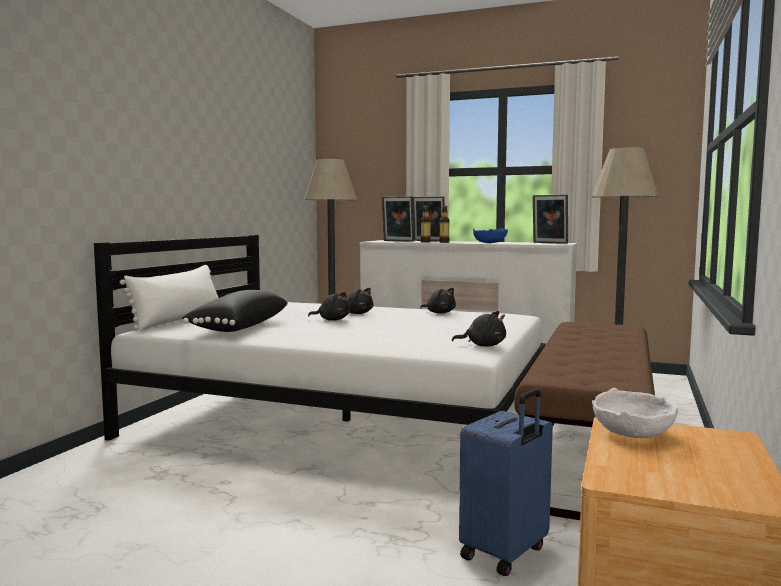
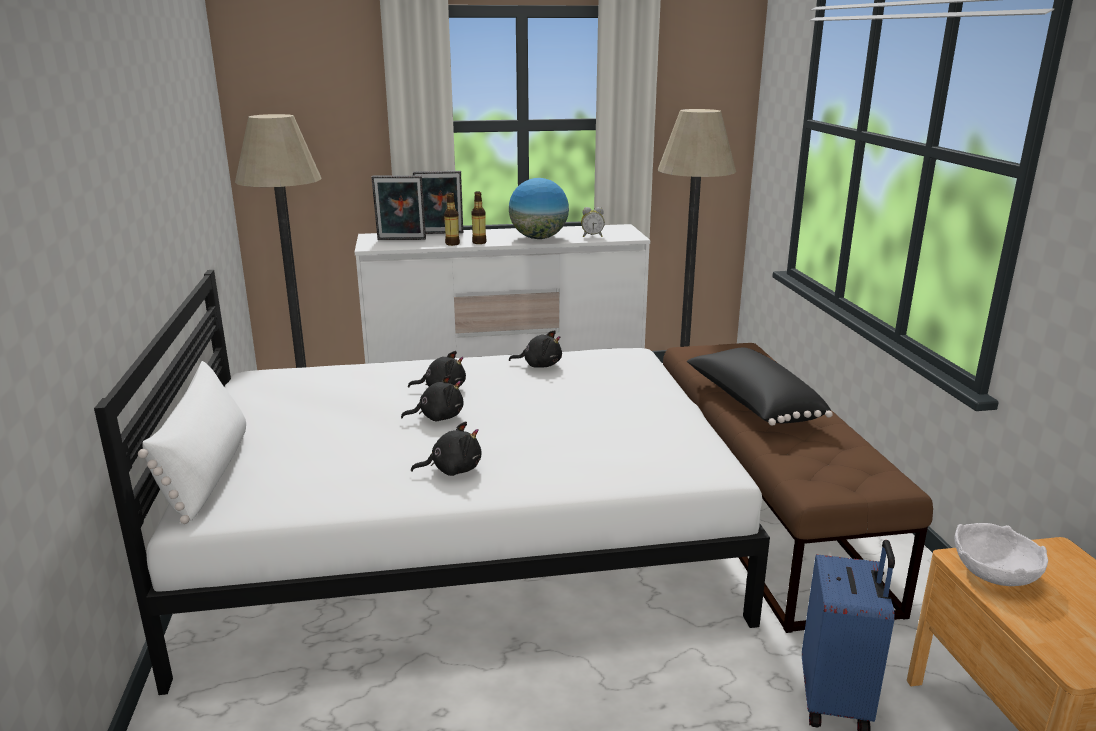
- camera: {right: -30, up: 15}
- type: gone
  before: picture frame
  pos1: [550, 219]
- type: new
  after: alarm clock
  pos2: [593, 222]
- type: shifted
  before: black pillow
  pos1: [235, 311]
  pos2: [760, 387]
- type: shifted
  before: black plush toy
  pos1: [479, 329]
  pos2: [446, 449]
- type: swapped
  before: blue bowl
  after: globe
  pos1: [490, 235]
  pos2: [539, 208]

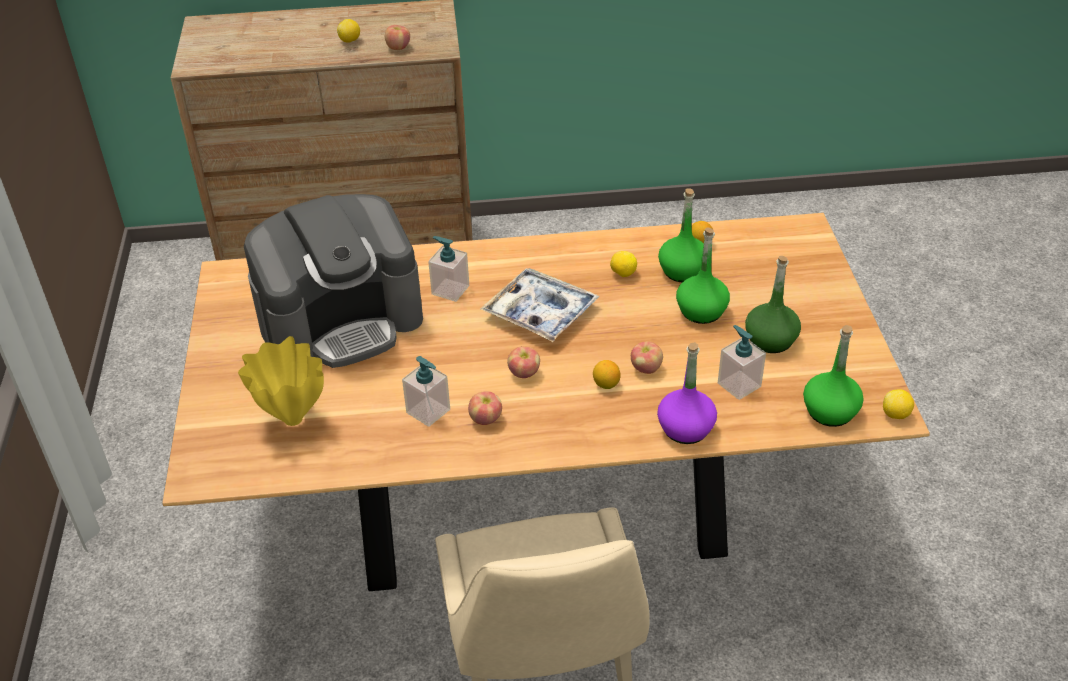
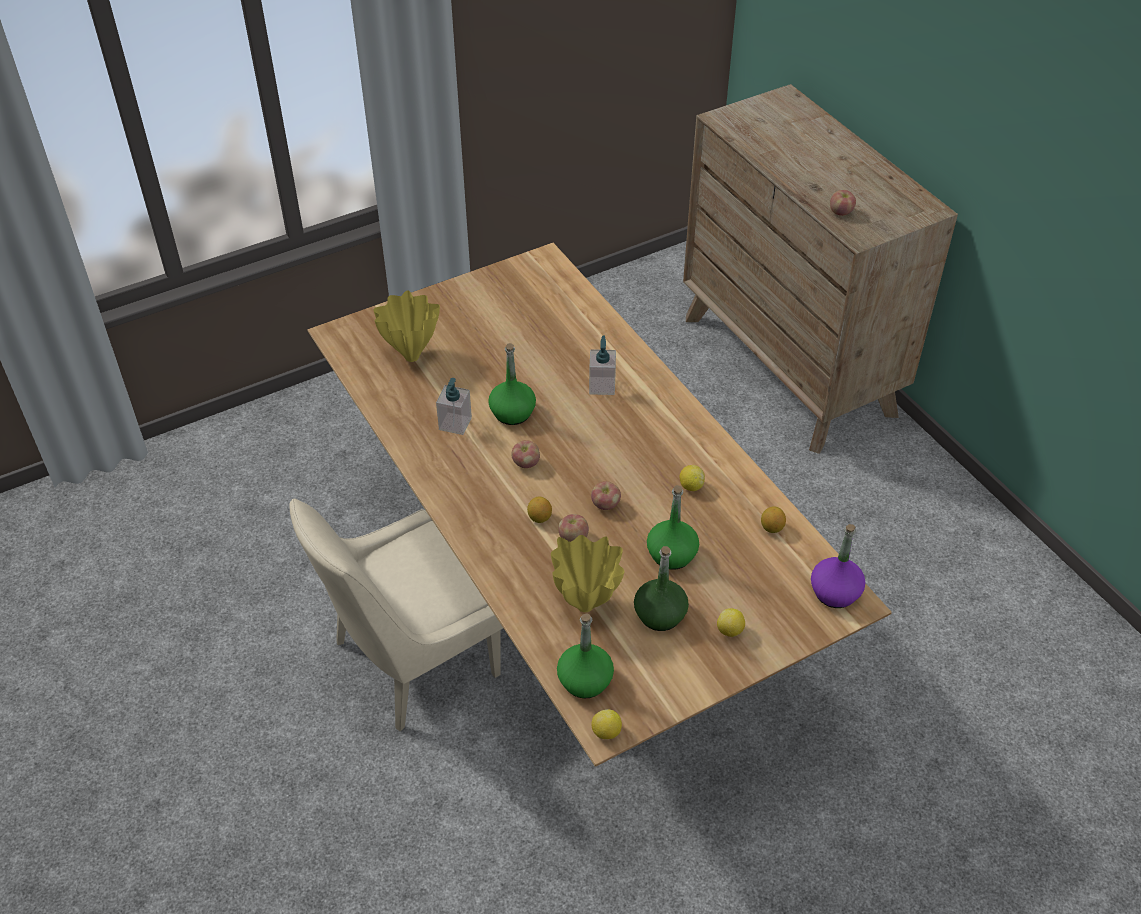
- camera: {right: 65, up: 5}
- type: gone
  before: coffee machine
  pos1: [333, 281]
- type: gone
  before: tray
  pos1: [540, 305]
- type: shifted
  before: lemon
  pos1: [348, 31]
  pos2: [731, 622]
- type: shifted
  before: apple
  pos1: [485, 408]
  pos2: [606, 495]
- type: shifted
  before: purple bottle
  pos1: [687, 393]
  pos2: [838, 566]
- type: shifted
  before: green bottle
  pos1: [681, 235]
  pos2: [512, 384]
- type: swapped
  before: soap dispenser
  after: yellow vase
  pos1: [742, 362]
  pos2: [587, 573]

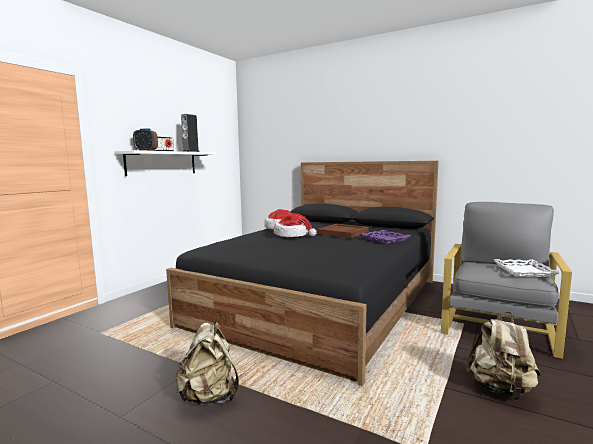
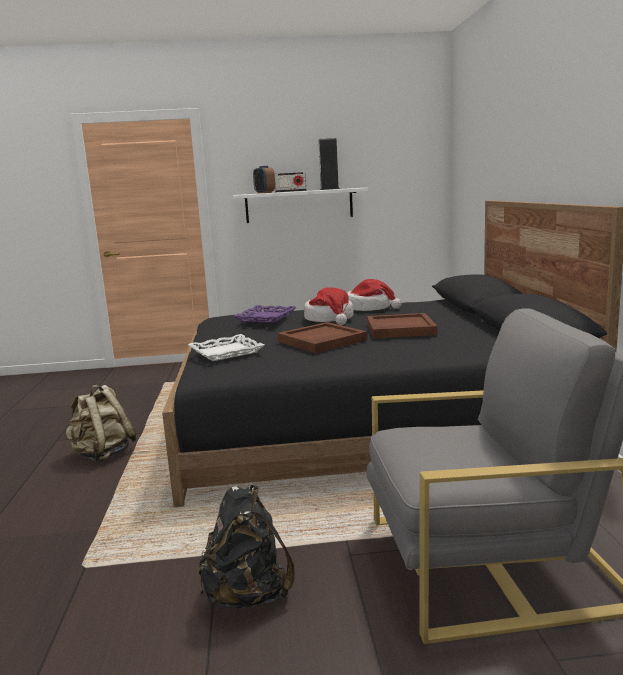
- camera: {right: 55, up: 5}
- type: new
  after: brown tray
  pos2: [322, 337]
- type: shifted
  before: purple tray
  pos1: [385, 237]
  pos2: [265, 314]
- type: shifted
  before: white tray
  pos1: [527, 268]
  pos2: [226, 347]
- type: repainted
  before: beige backpack
  after: black backpack
  pos1: [503, 356]
  pos2: [247, 547]

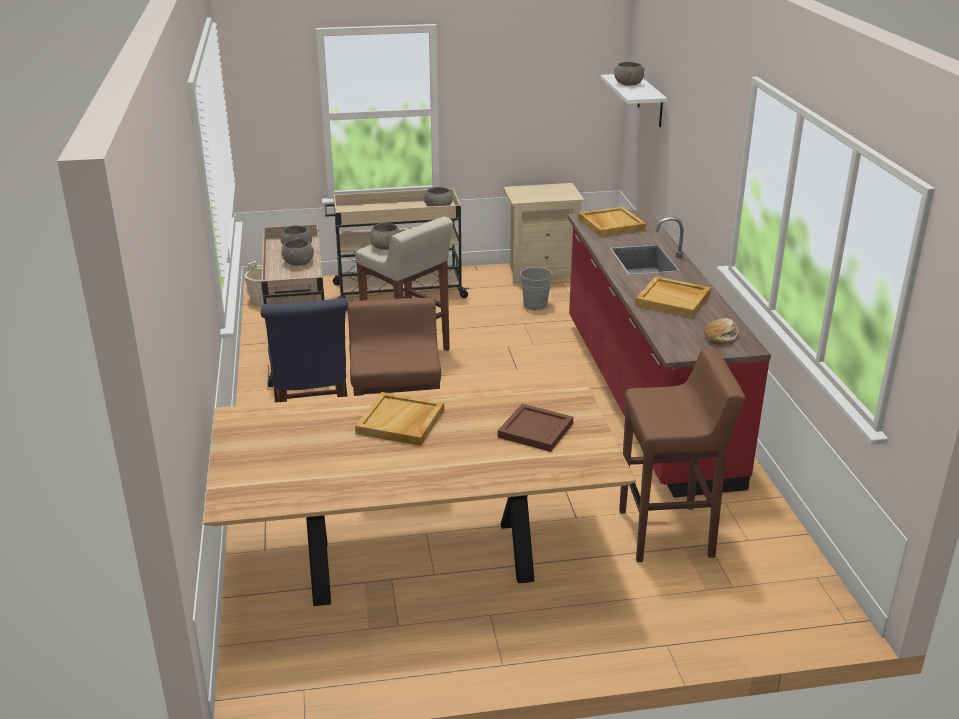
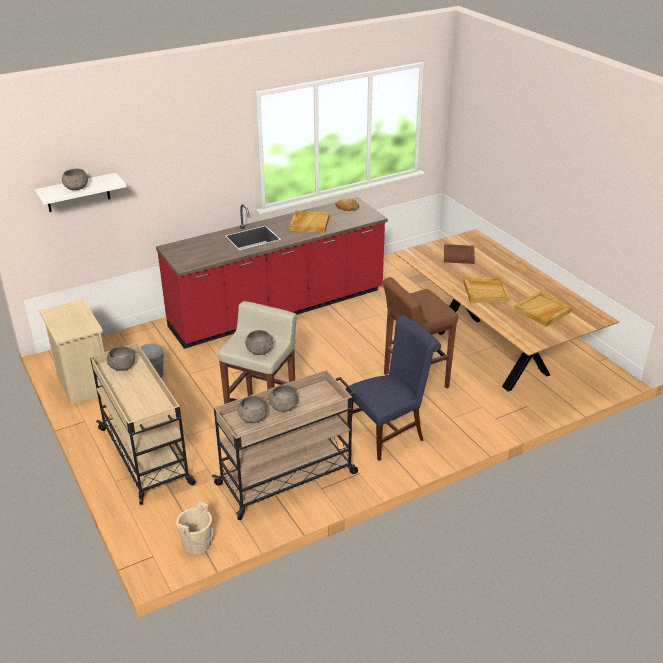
- camera: {right: -110, up: 5}
- type: gone
  before: brown stool
  pos1: [682, 455]
- type: shifted
  before: beige tray
  pos1: [612, 222]
  pos2: [543, 308]

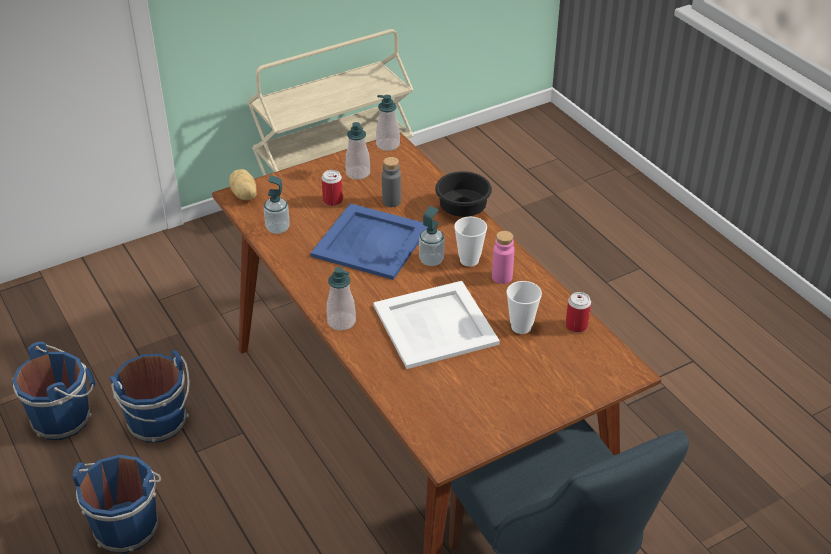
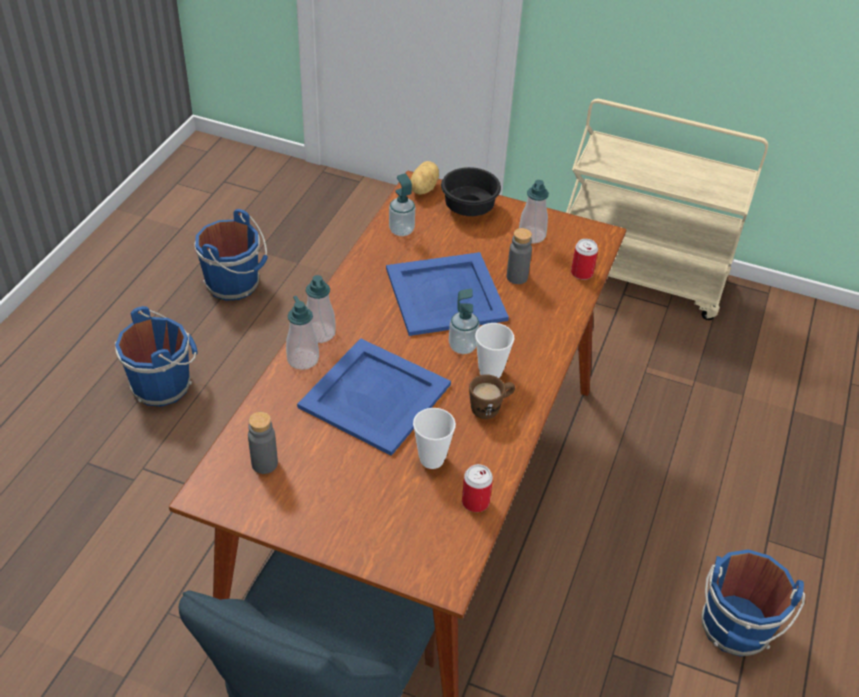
- camera: {right: 50, up: 5}
- type: new
  after: grey bottle
  pos2: [263, 443]
- type: shifted
  before: blue bucket
  pos1: [149, 396]
  pos2: [753, 603]
- type: shifted
  before: can
  pos1: [332, 188]
  pos2: [584, 259]
- type: shifted
  before: soap dispenser
  pos1: [388, 123]
  pos2: [302, 333]
- type: shifted
  before: black bowl
  pos1: [463, 194]
  pos2: [471, 191]
- type: swapped
  before: pink bottle
  after: brown mug
  pos1: [503, 257]
  pos2: [492, 396]
- type: repainted
  before: white tray
  after: blue tray
  pos1: [436, 325]
  pos2: [374, 397]

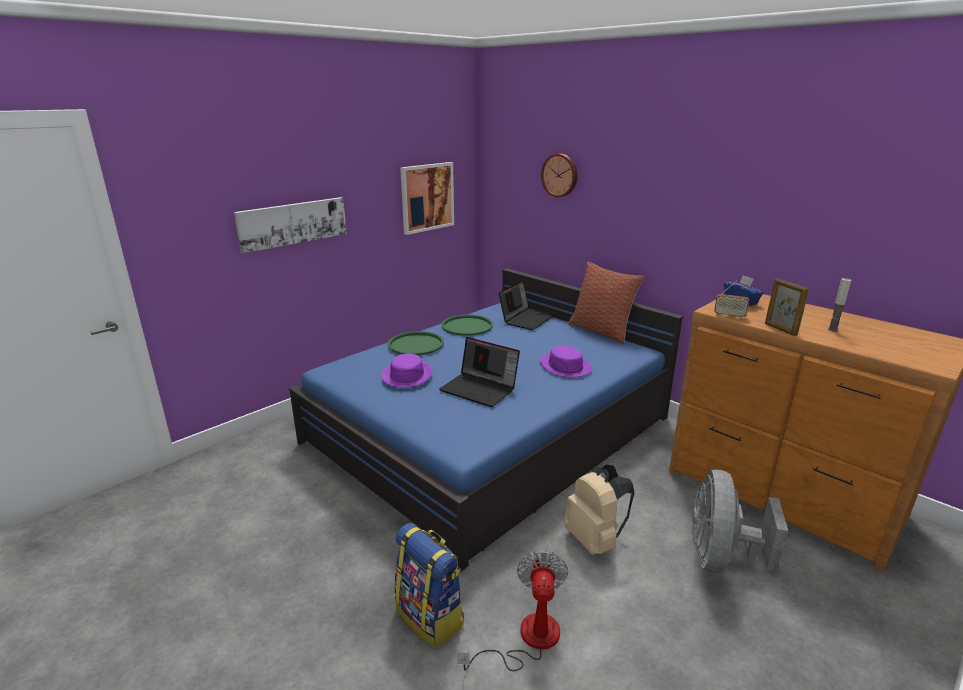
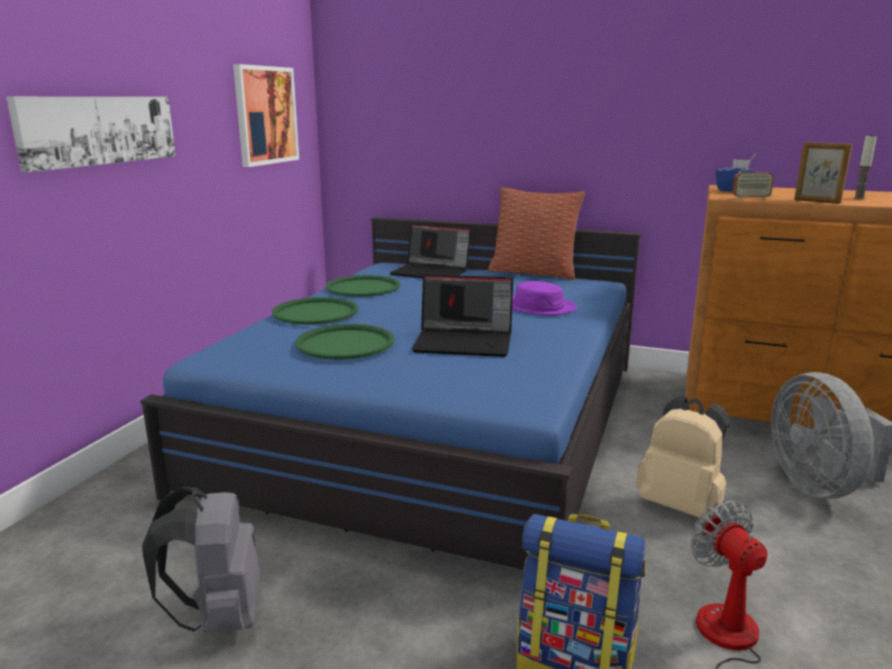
- camera: {right: -25, up: -5}
- type: gone
  before: wall clock
  pos1: [559, 175]
- type: new
  after: grey backpack
  pos2: [201, 560]
- type: swapped
  before: purple hat
  after: green tray
  pos1: [407, 371]
  pos2: [345, 342]
- type: rotated
  before: laptop
  pos1: [527, 305]
  pos2: [430, 251]
  turn: 105

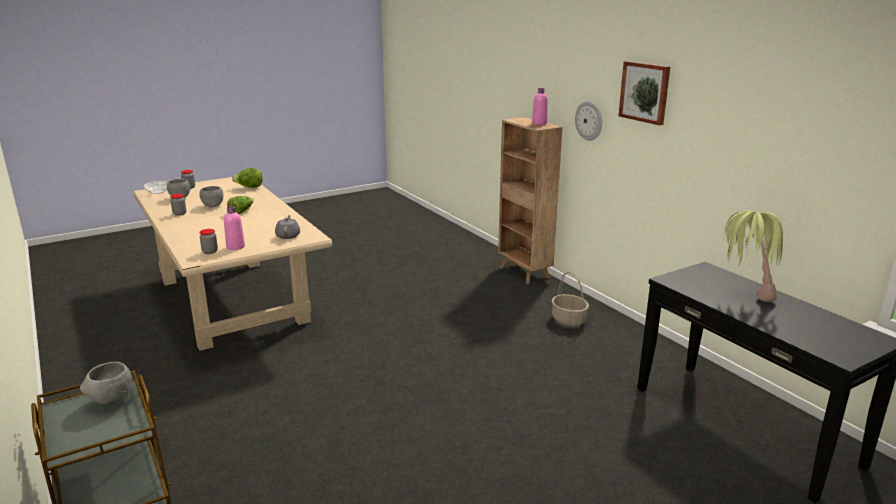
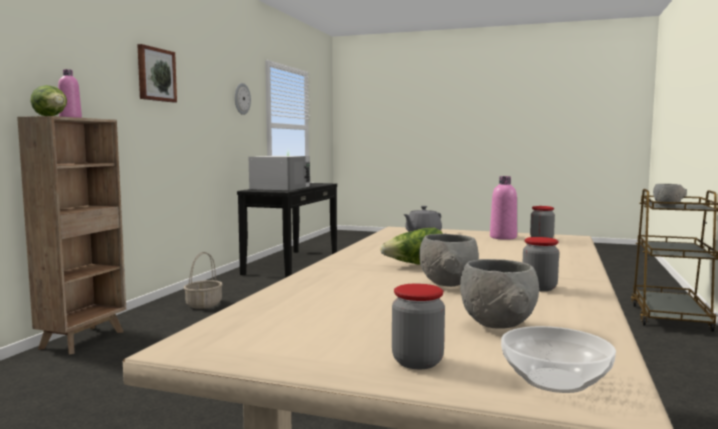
- camera: {right: -130, up: -15}
- type: shifted
  before: lettuce
  pos1: [247, 178]
  pos2: [48, 100]
- type: shifted
  before: wall clock
  pos1: [588, 121]
  pos2: [243, 99]
- type: swapped
  before: potted plant
  after: white microwave
  pos1: [753, 256]
  pos2: [279, 173]

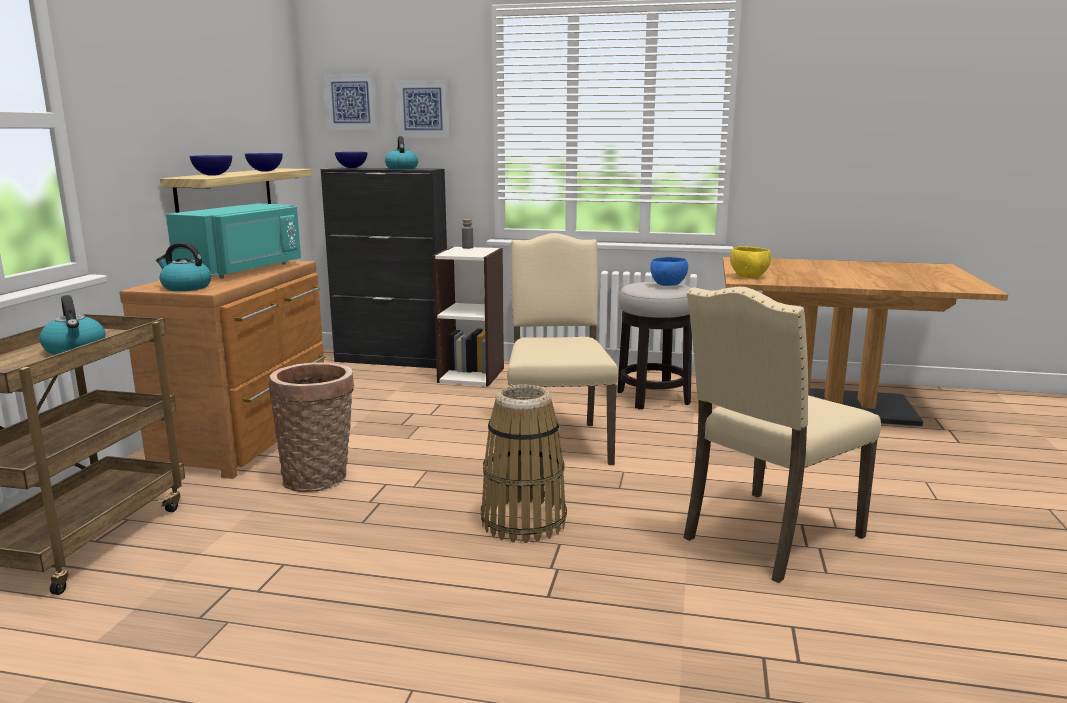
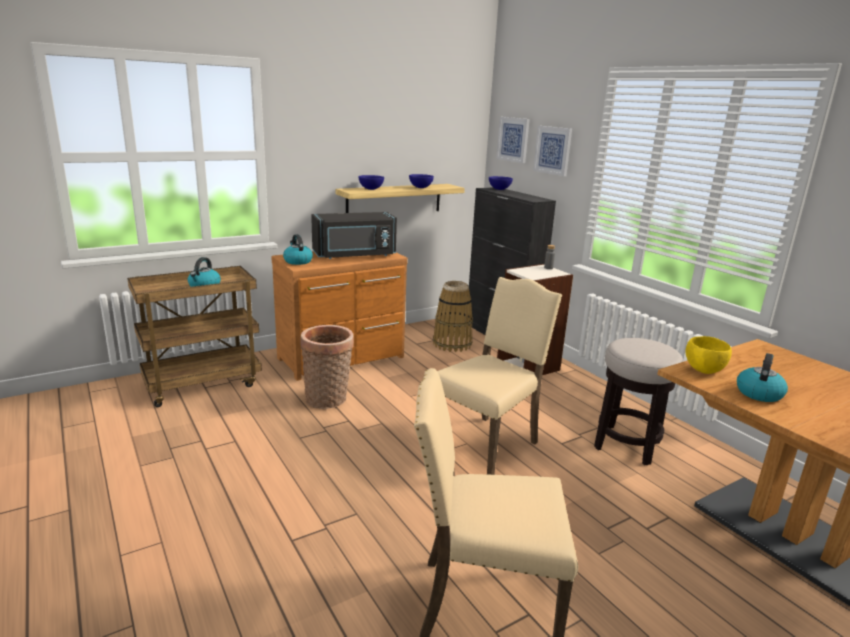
- camera: {right: 45, up: 5}
- type: gone
  before: blue bowl
  pos1: [669, 271]
- type: shifted
  before: kettle
  pos1: [401, 152]
  pos2: [762, 377]
- type: shifted
  before: basket
  pos1: [524, 464]
  pos2: [453, 316]
- type: repainted
  before: turquoise microwave
  after: black microwave
  pos1: [233, 240]
  pos2: [354, 235]

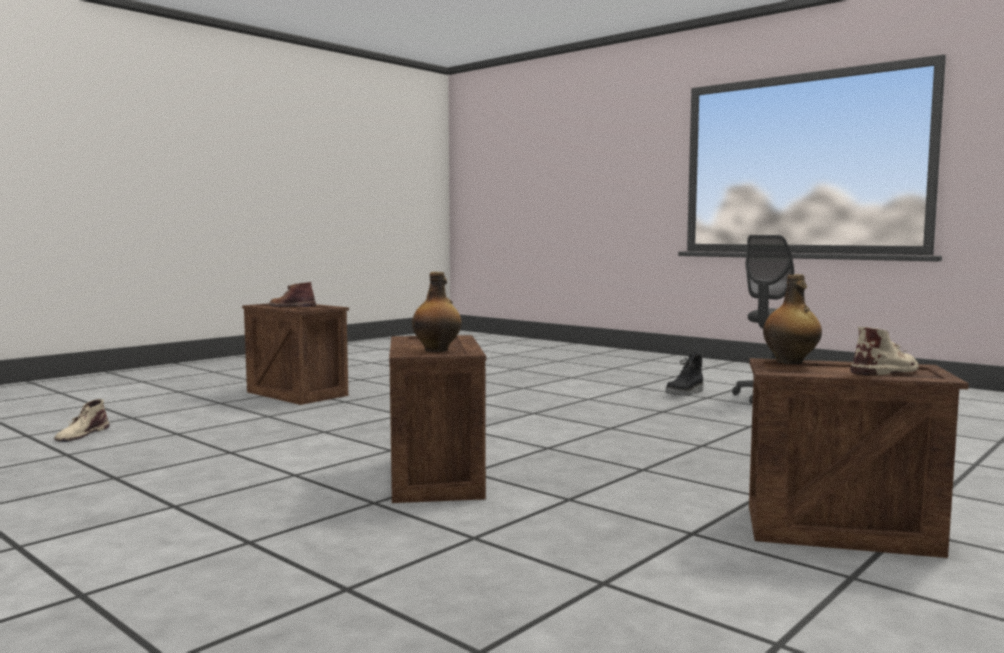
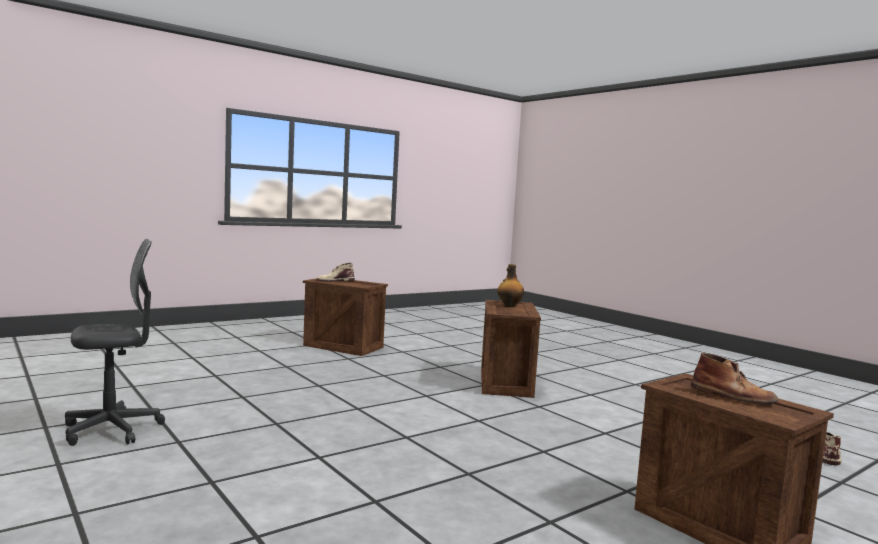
- camera: {right: -170, up: 0}
- type: gone
  before: black boot
  pos1: [684, 374]
- type: gone
  before: bottle
  pos1: [792, 319]

